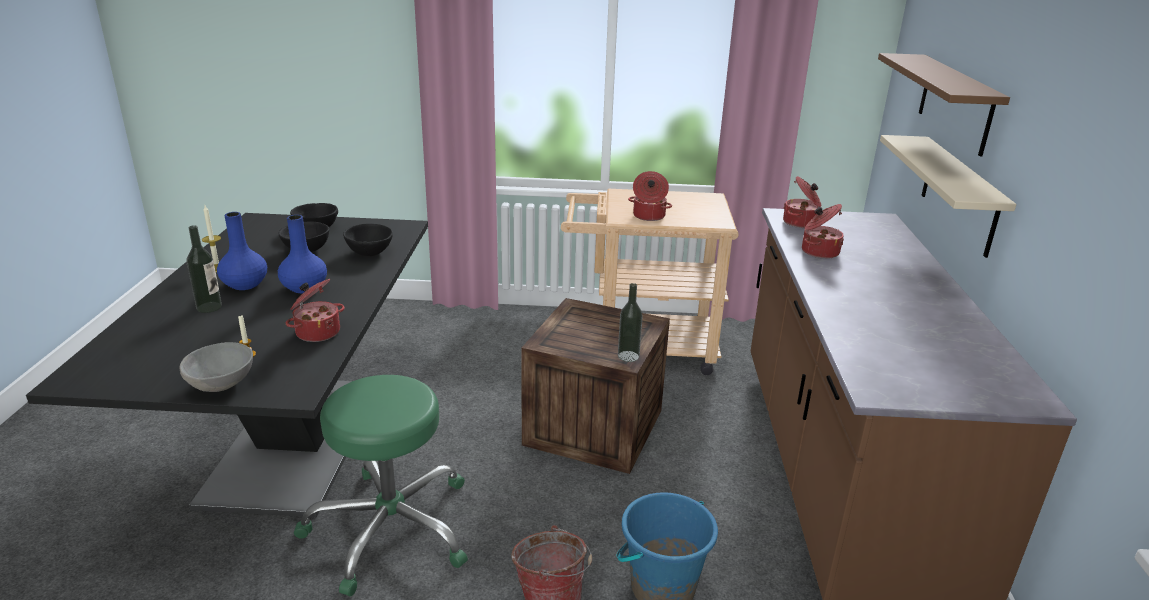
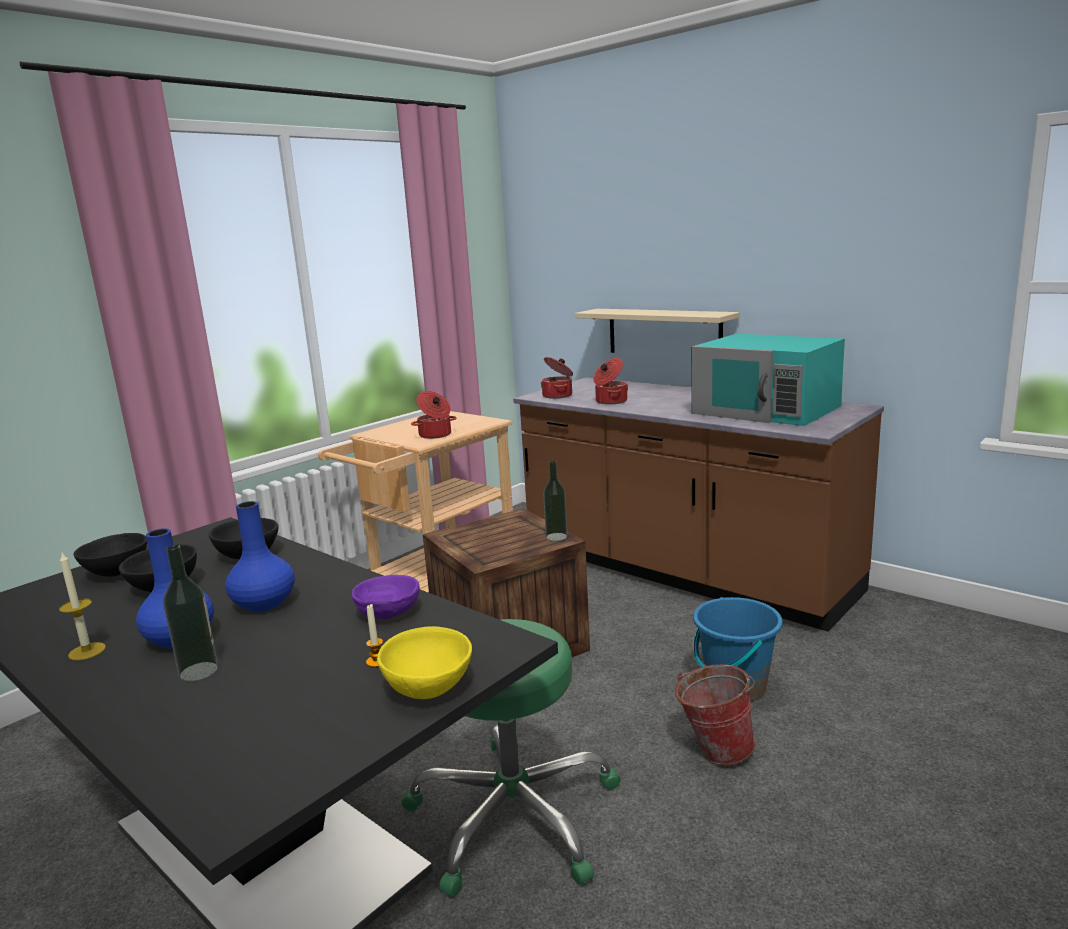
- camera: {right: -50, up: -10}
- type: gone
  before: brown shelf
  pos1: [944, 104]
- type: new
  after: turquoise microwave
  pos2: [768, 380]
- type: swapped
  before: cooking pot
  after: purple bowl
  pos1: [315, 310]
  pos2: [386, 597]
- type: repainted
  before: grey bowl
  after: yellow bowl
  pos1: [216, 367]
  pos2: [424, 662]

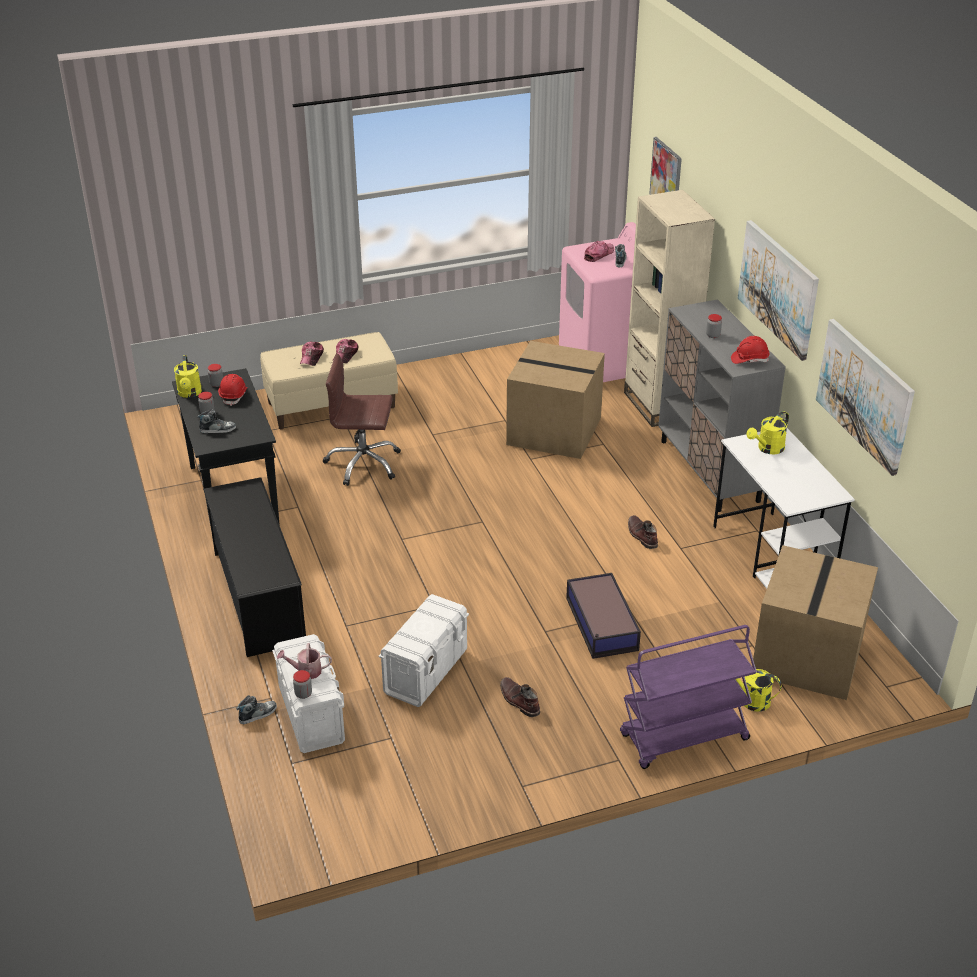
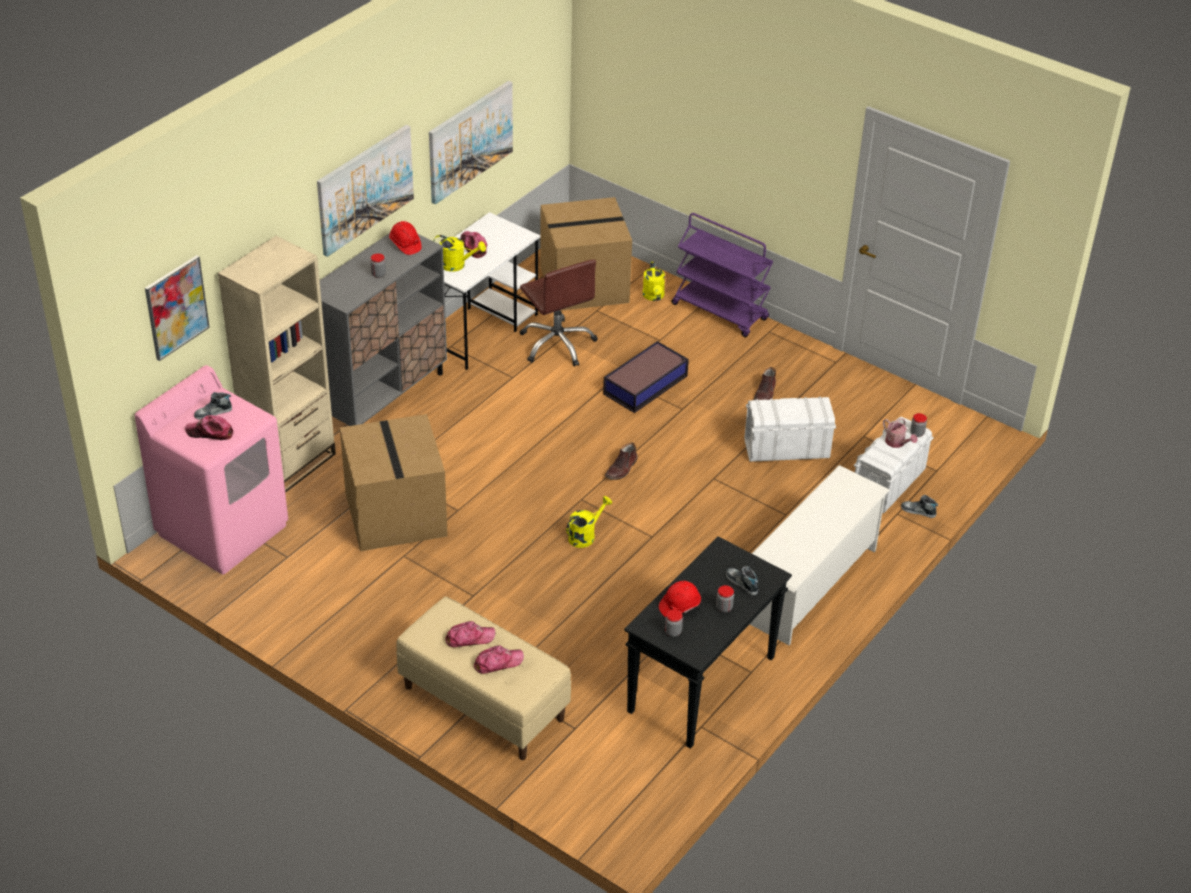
- camera: {right: -125, up: 5}
- type: new
  after: cap
  pos2: [474, 244]
- type: shifted
  before: yellow watering can
  pos1: [188, 376]
  pos2: [589, 522]
- type: shifted
  before: brown office chair
  pos1: [362, 419]
  pos2: [559, 313]
- type: shifted
  before: brown boot
  pos1: [643, 532]
  pos2: [621, 461]
- type: repainted
  before: black shoe rack
  after: white shoe rack
  pos1: [254, 567]
  pos2: [820, 555]

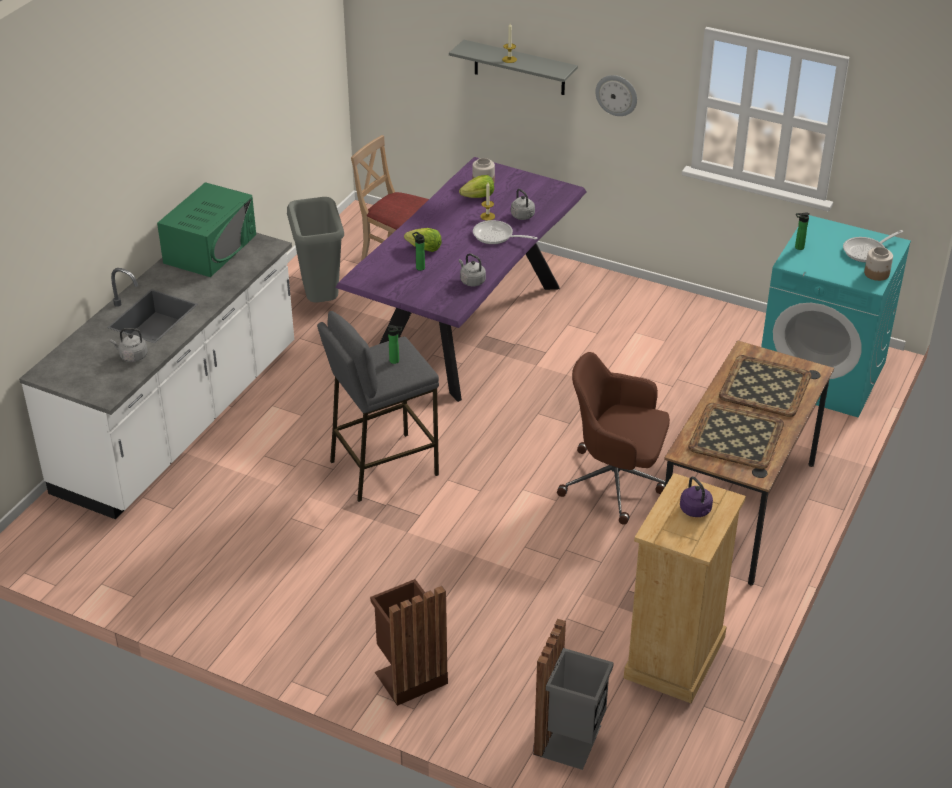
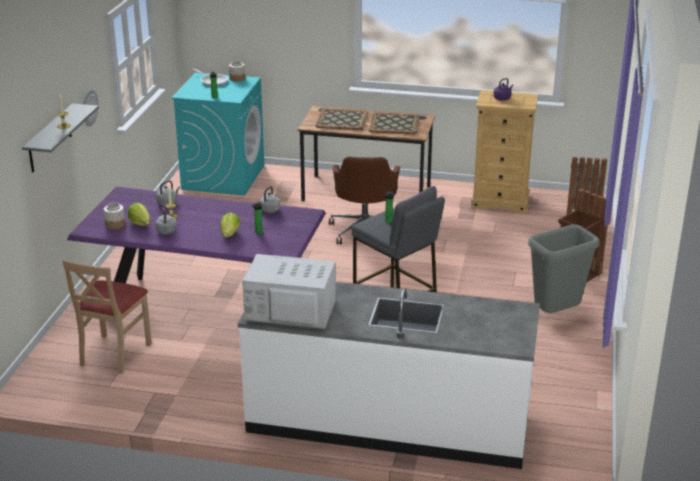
- camera: {right: -105, up: -10}
- type: gone
  before: frying pan
  pos1: [505, 232]
- type: shifted
  before: grey kettle
  pos1: [128, 345]
  pos2: [166, 220]
- type: shifted
  before: grey trash can
  pos1: [315, 249]
  pos2: [564, 268]
- type: repainted
  before: green microwave
  after: white microwave
  pos1: [206, 229]
  pos2: [289, 291]

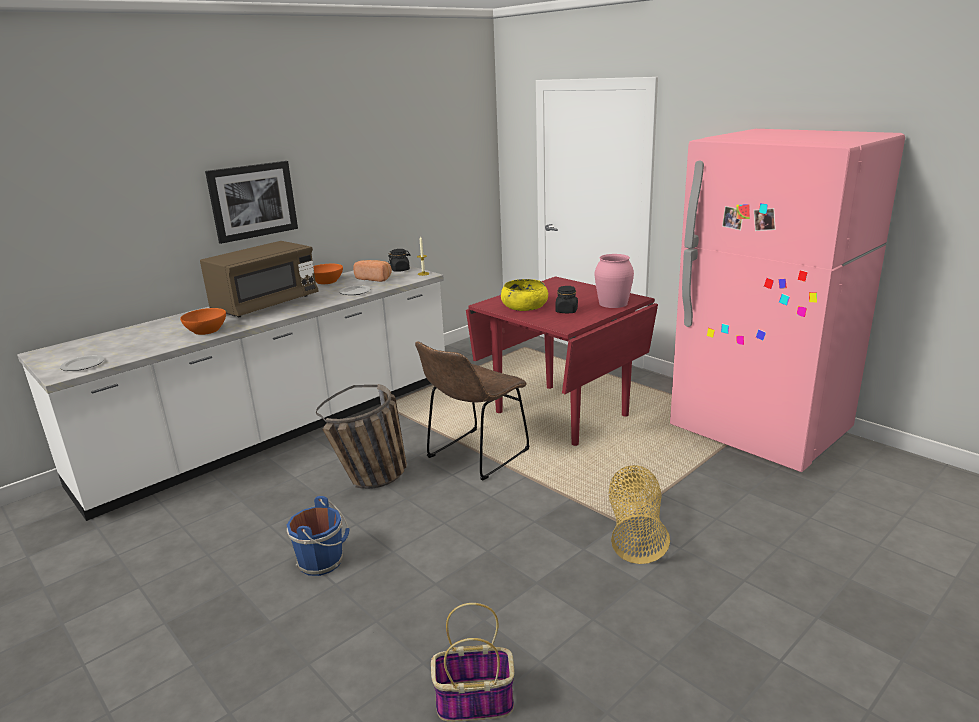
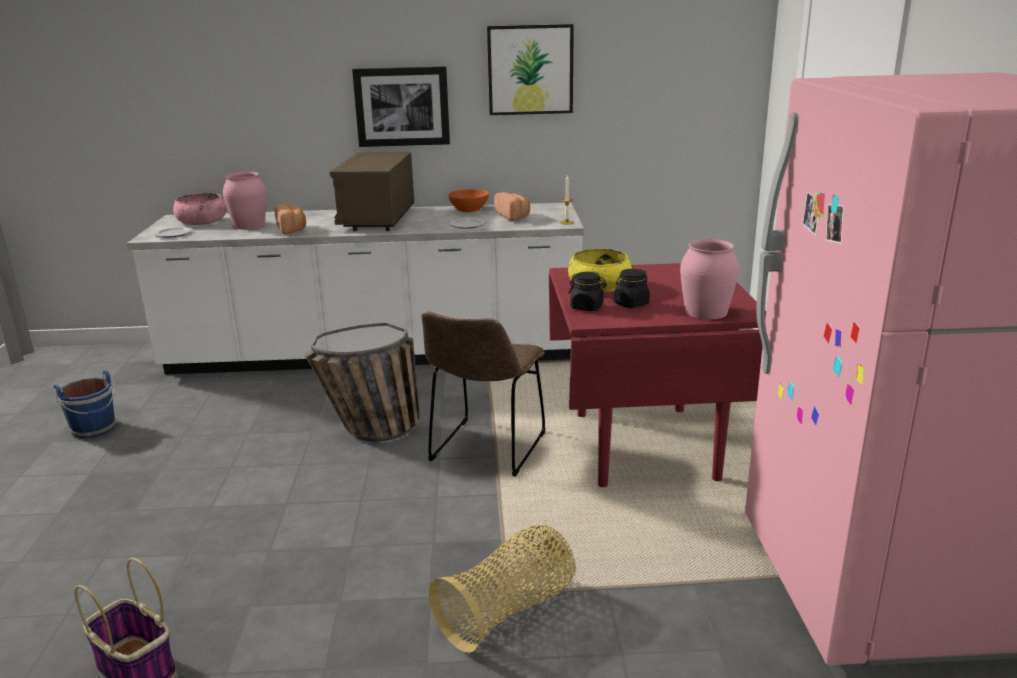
- camera: {right: 40, up: 0}
- type: new
  after: pink bowl
  pos2: [199, 209]
- type: new
  after: pink vase
  pos2: [244, 200]
- type: new
  after: picture
  pos2: [530, 69]
- type: shifted
  before: blue bucket
  pos1: [318, 536]
  pos2: [86, 404]
- type: shifted
  before: black jar
  pos1: [399, 260]
  pos2: [587, 291]
- type: swapped
  before: orange bowl
  after: bread
  pos1: [203, 321]
  pos2: [290, 219]
- type: rotated
  before: brown microwave
  pos1: [259, 279]
  pos2: [371, 191]
  turn: 105
- type: rotated
  before: brown chair
  pos1: [472, 411]
  pos2: [484, 394]
  turn: -60

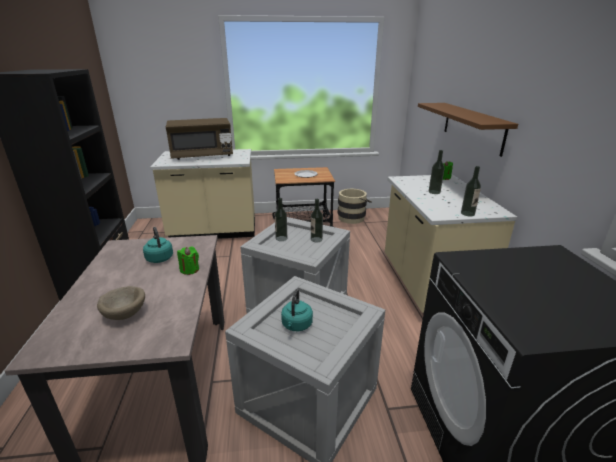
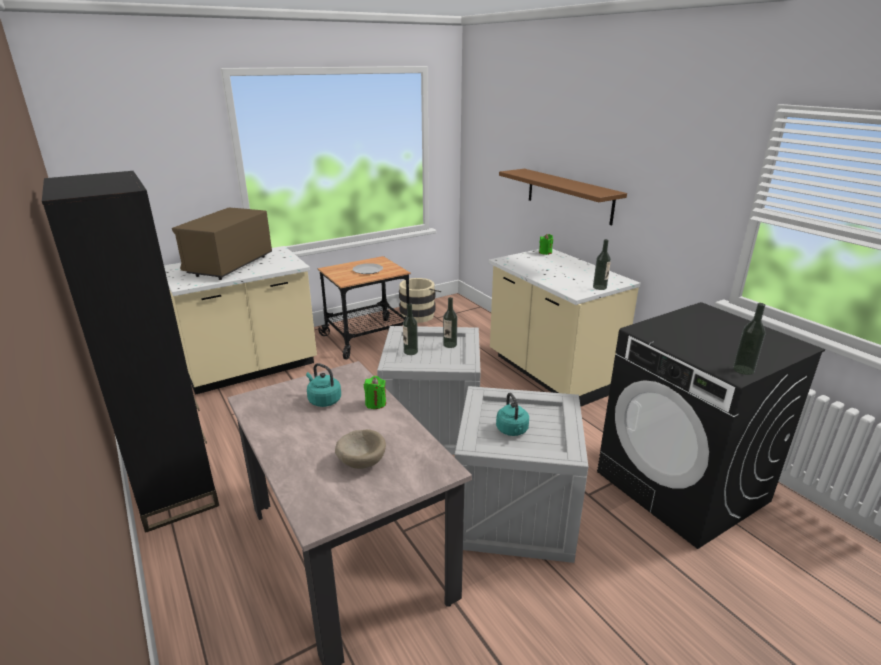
- camera: {right: -25, up: 0}
- type: shifted
  before: bottle
  pos1: [437, 172]
  pos2: [749, 339]
- type: rotated
  before: brown microwave
  pos1: [199, 139]
  pos2: [222, 243]
  turn: 150

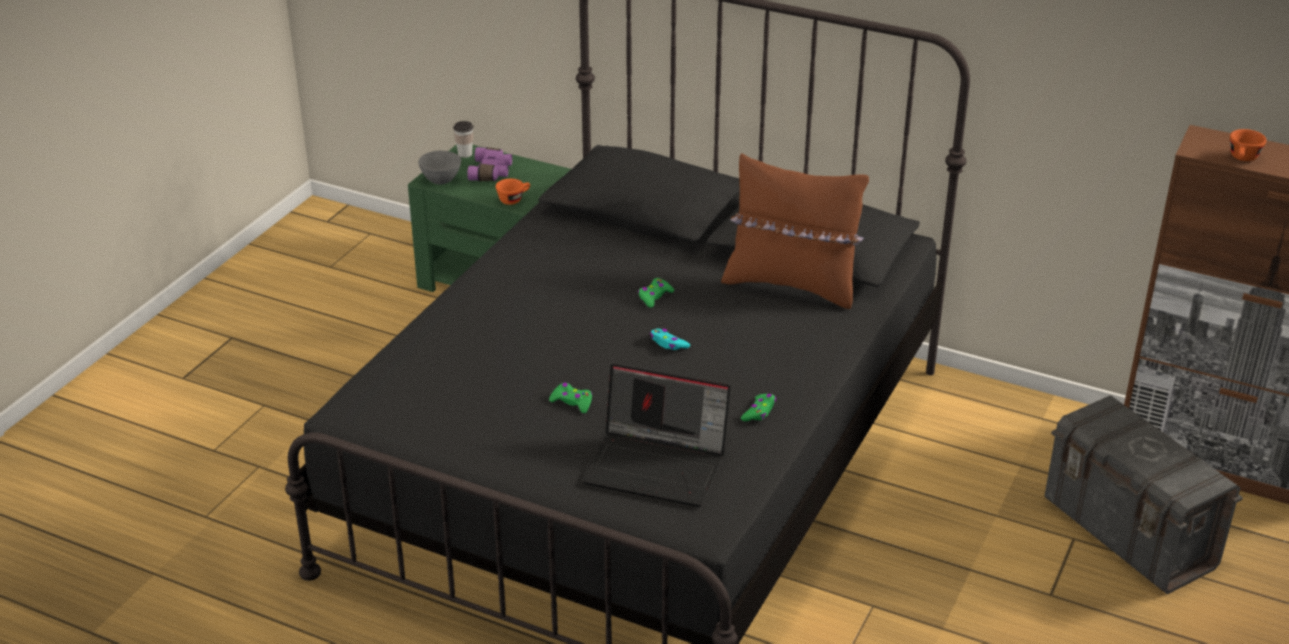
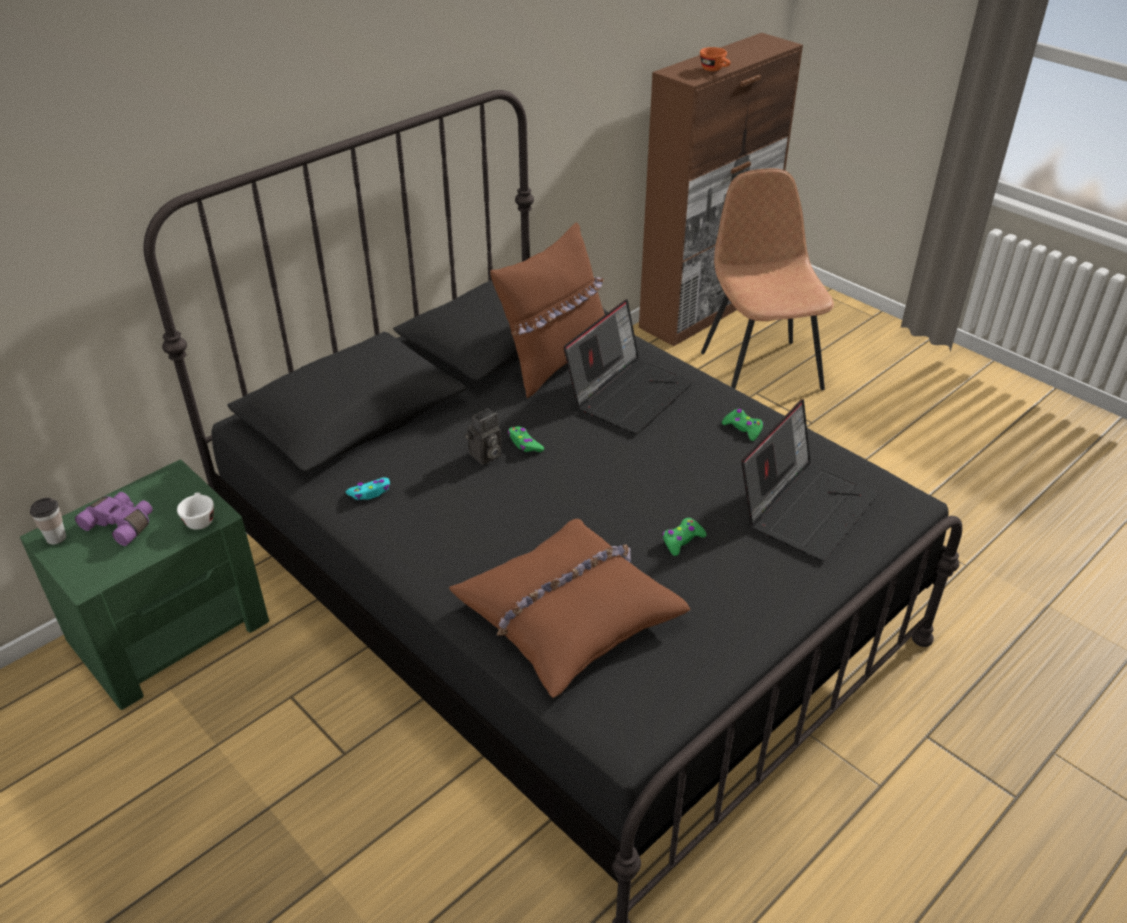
- camera: {right: -70, up: 5}
- type: gone
  before: grey bowl
  pos1: [439, 168]
- type: new
  after: brown pillow
  pos2: [570, 608]
- type: new
  after: photo camera
  pos2: [483, 436]
- type: new
  after: laptop
  pos2: [629, 366]
- type: shifted
  before: turquoise game controller
  pos1: [670, 339]
  pos2: [368, 489]
- type: swapped
  before: grey storage box
  after: brown chair
  pos1: [1143, 495]
  pos2: [767, 279]
- type: repainted
  before: orange cup
  after: white cup
  pos1: [513, 192]
  pos2: [195, 511]

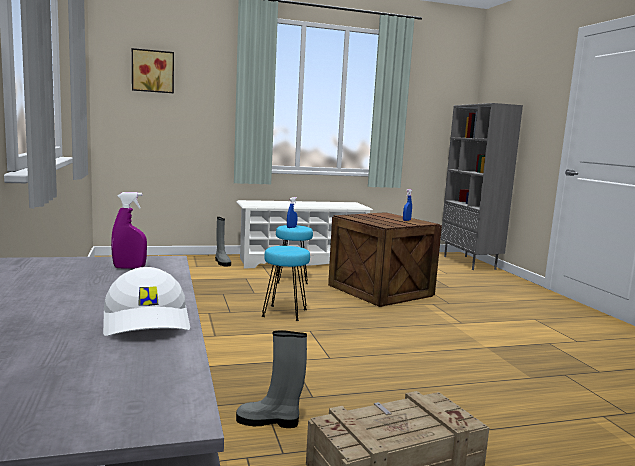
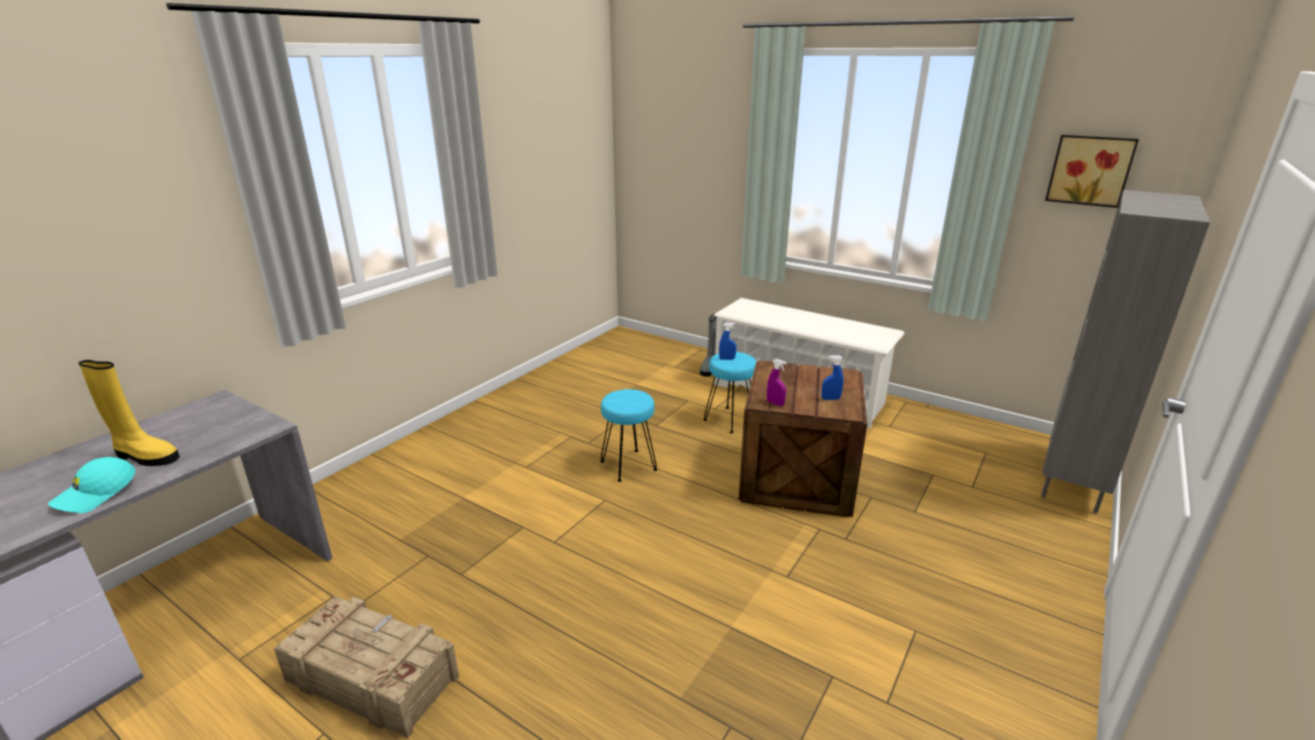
- camera: {right: 50, up: 15}
- type: gone
  before: grey boot
  pos1: [271, 379]
- type: new
  after: yellow boot
  pos2: [129, 413]
- type: shifted
  before: purple spray bottle
  pos1: [129, 230]
  pos2: [776, 382]
- type: shifted
  before: picture
  pos1: [153, 70]
  pos2: [1092, 171]
- type: repainted
  before: white cap
  after: turquoise cap
  pos1: [146, 301]
  pos2: [91, 485]

